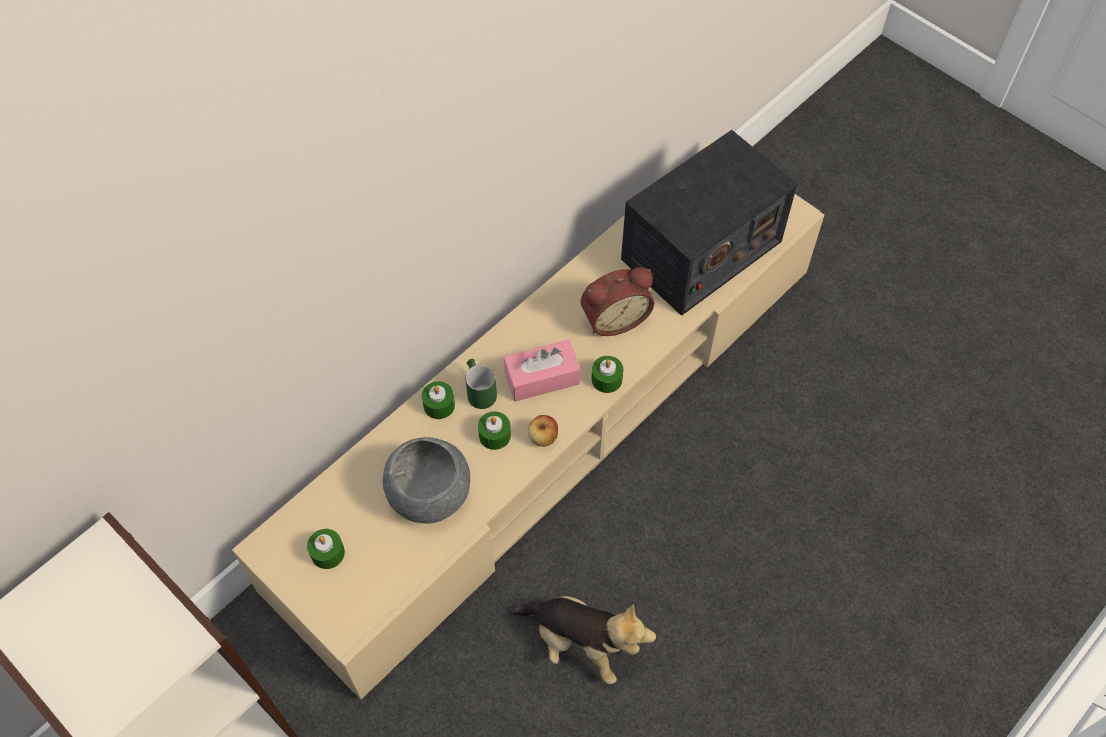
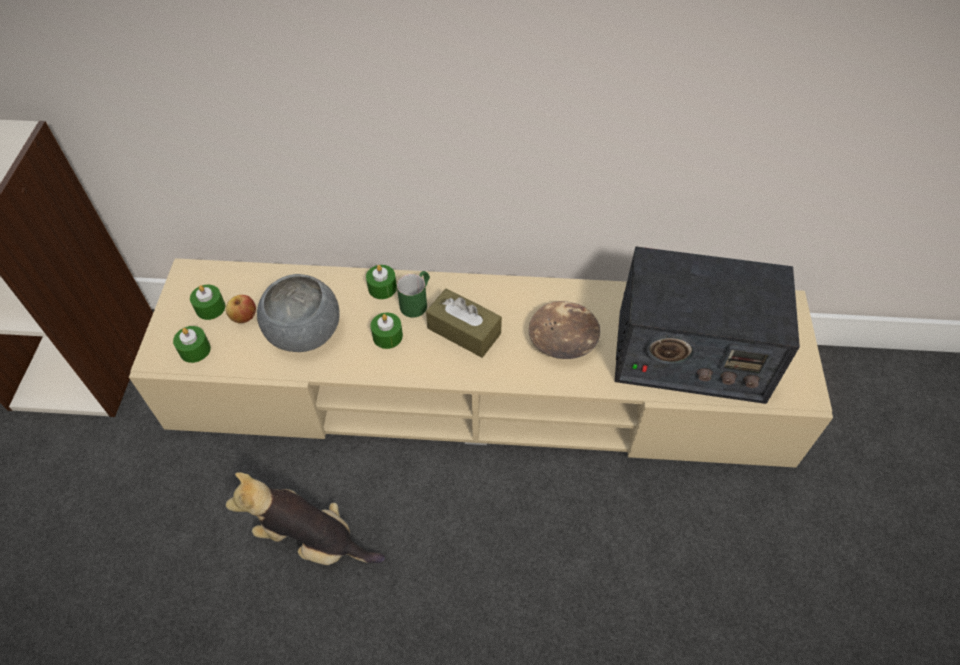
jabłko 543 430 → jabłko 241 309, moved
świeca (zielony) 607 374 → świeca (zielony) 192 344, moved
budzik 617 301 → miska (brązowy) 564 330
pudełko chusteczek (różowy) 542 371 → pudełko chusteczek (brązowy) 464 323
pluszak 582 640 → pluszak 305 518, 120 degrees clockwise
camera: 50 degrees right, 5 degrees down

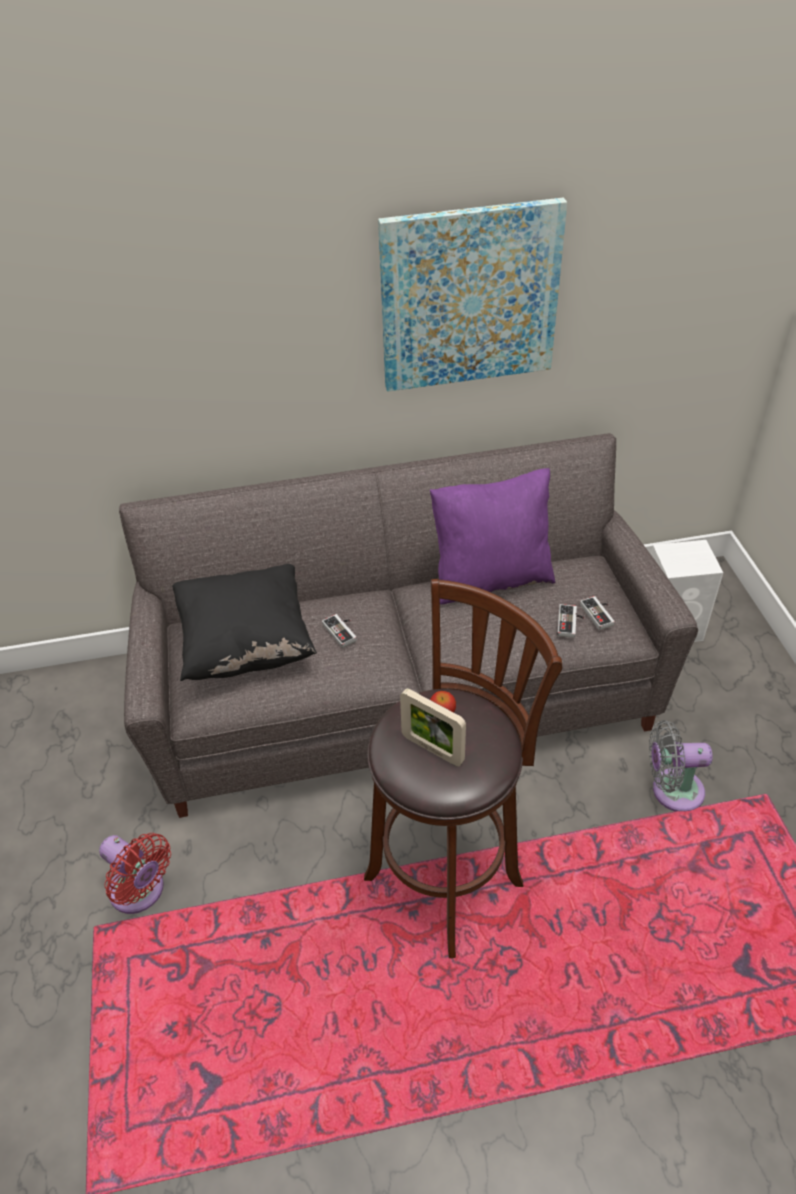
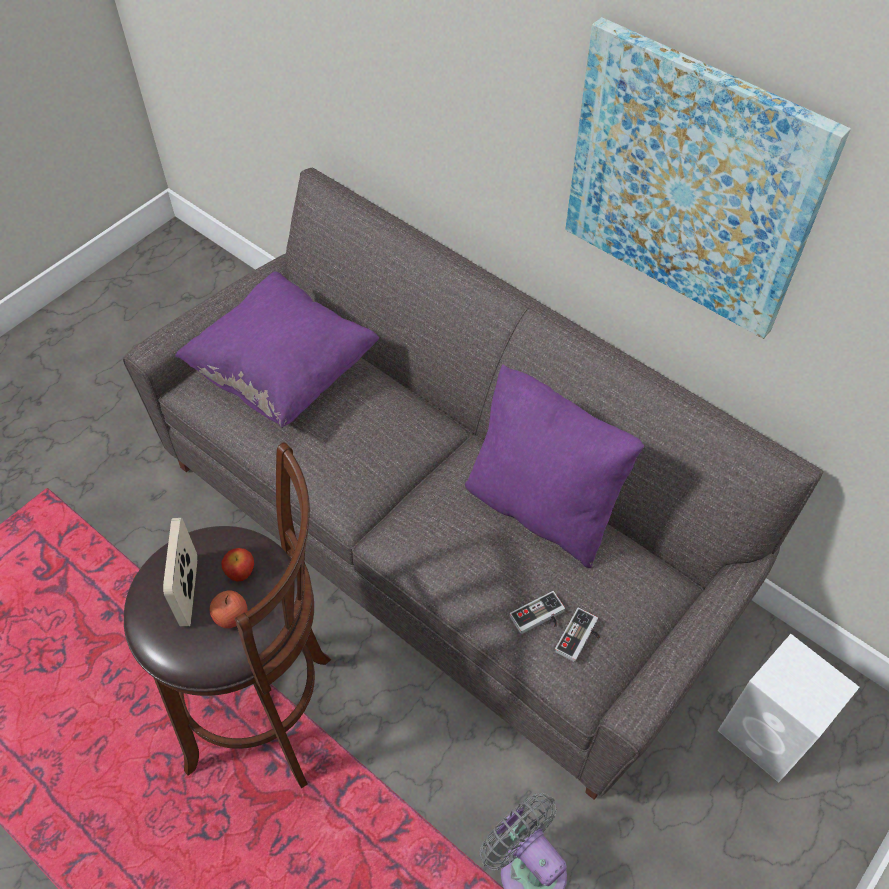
wentylator (czerwony) 135 873 → -
pad do gier 339 631 → -
- → jabłko 228 609
poduszka (czarny) 244 622 → poduszka (fioletowy) 277 350
camera: 50 degrees right, 10 degrees up

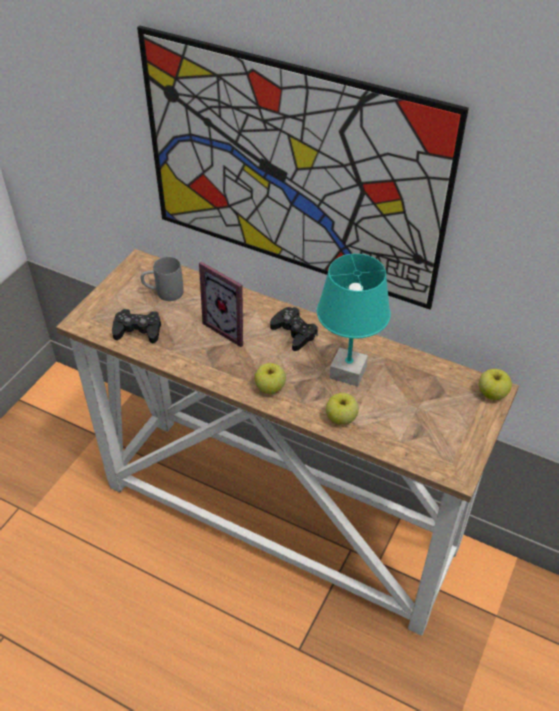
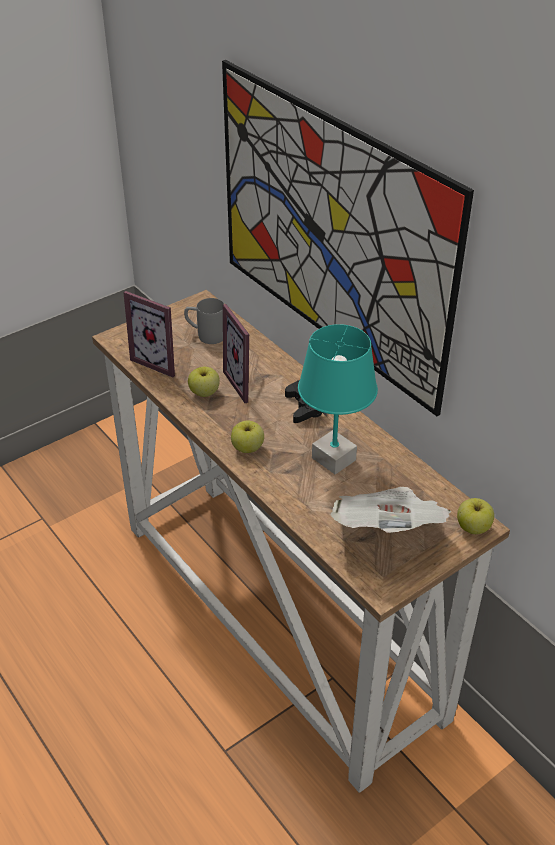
- → gazeta 391 510
jabłko 342 409 → jabłko 204 382, moved
pad do gier (czarny) 136 326 → ramka na zdjęcie 149 334
camera: 25 degrees right, 5 degrees down

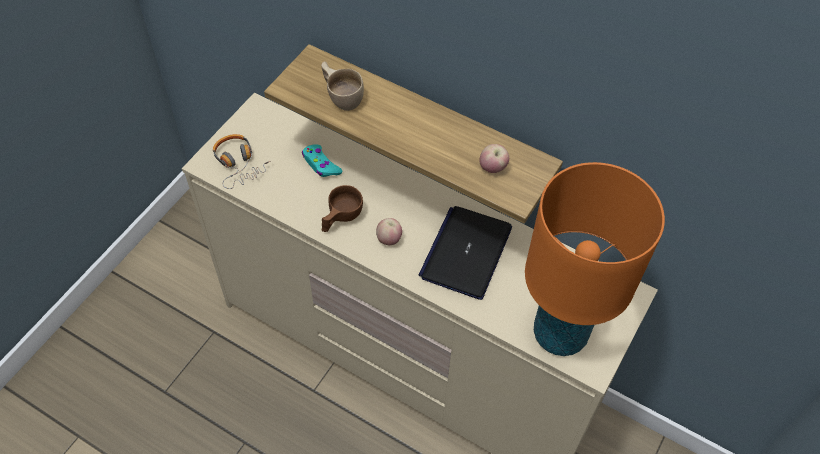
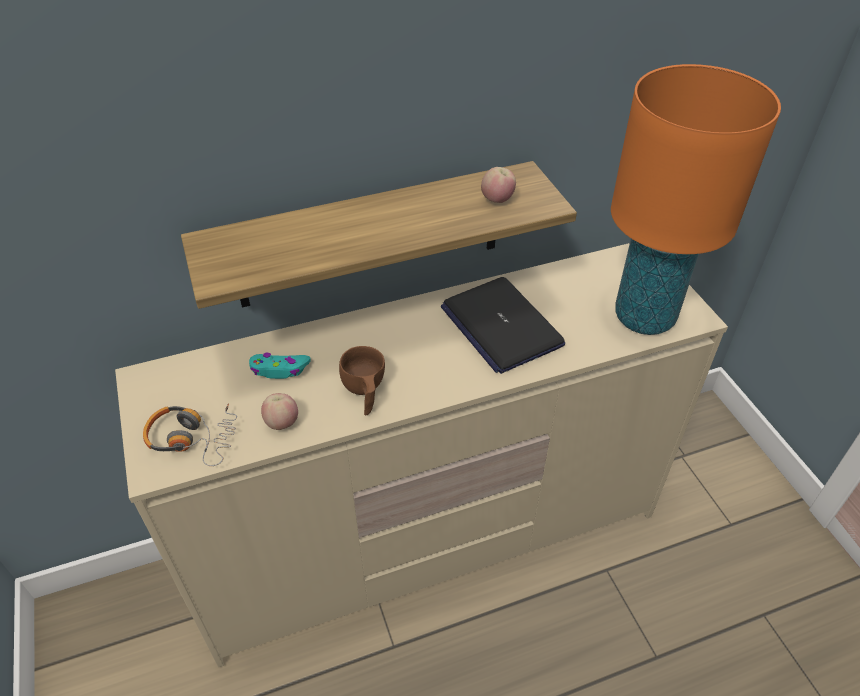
filiżanka (beżowy) 342 86 → -
jabłko 389 232 → jabłko 279 411, moved
camera: 50 degrees left, 10 degrees down

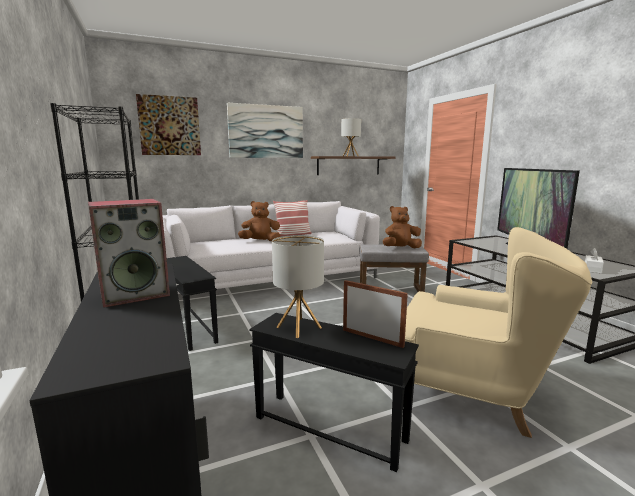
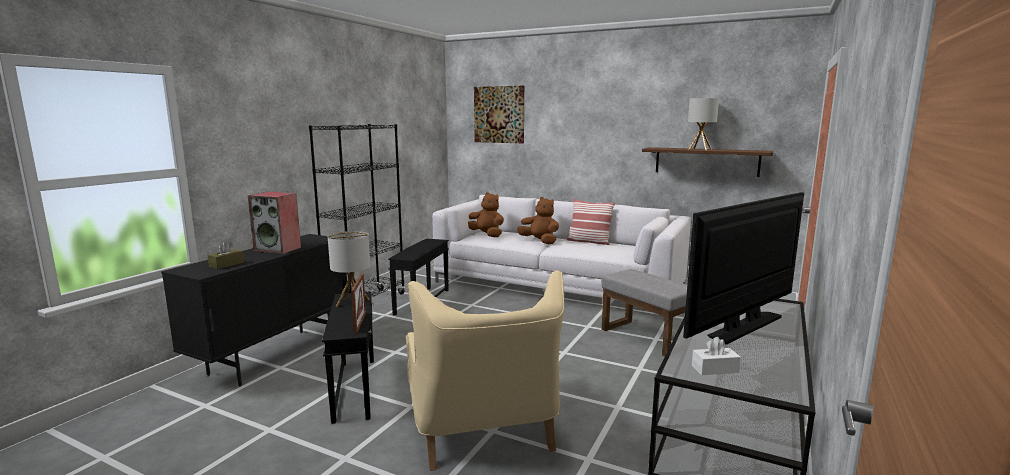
obraz 265 130 → -
- → pudełko chusteczek (brązowy) 225 255
pluszak (brązowy) 402 227 → pluszak (brązowy) 486 215, moved
camera: 50 degrees right, 0 degrees up

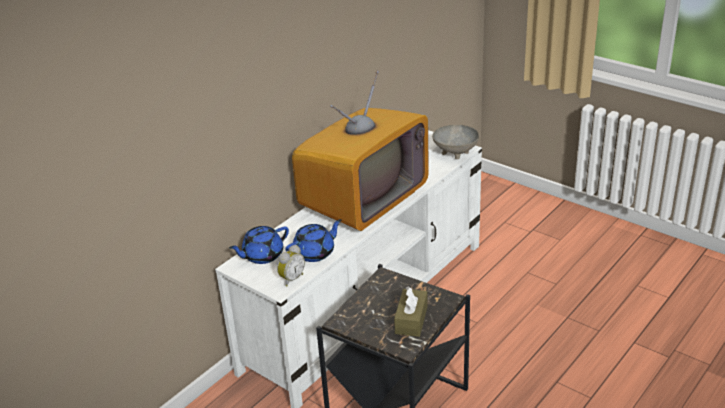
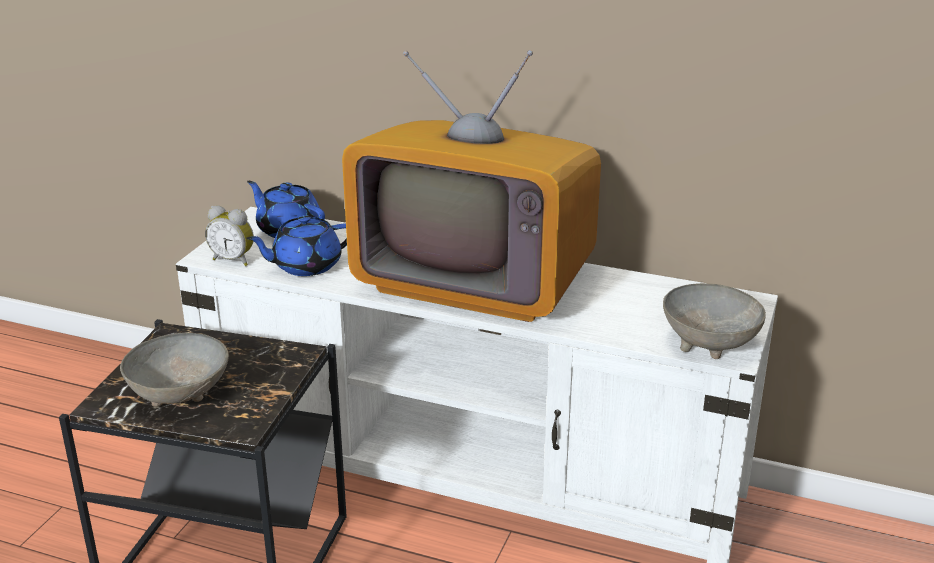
pudełko chusteczek (brązowy) 411 312 → miska (szary) 174 370
imbryk (niebieski) 313 240 → imbryk (niebieski) 296 245, 120 degrees clockwise
camera: 70 degrees right, 5 degrees down

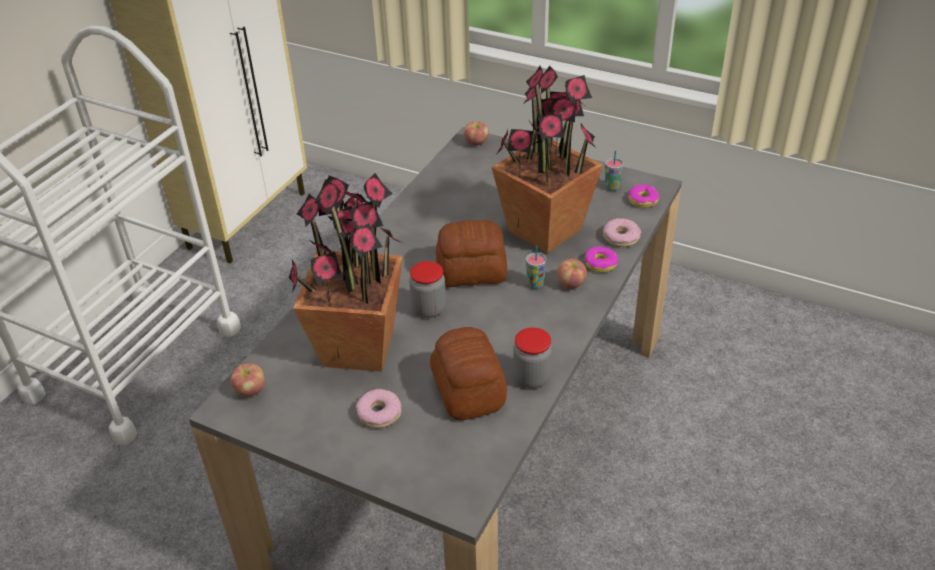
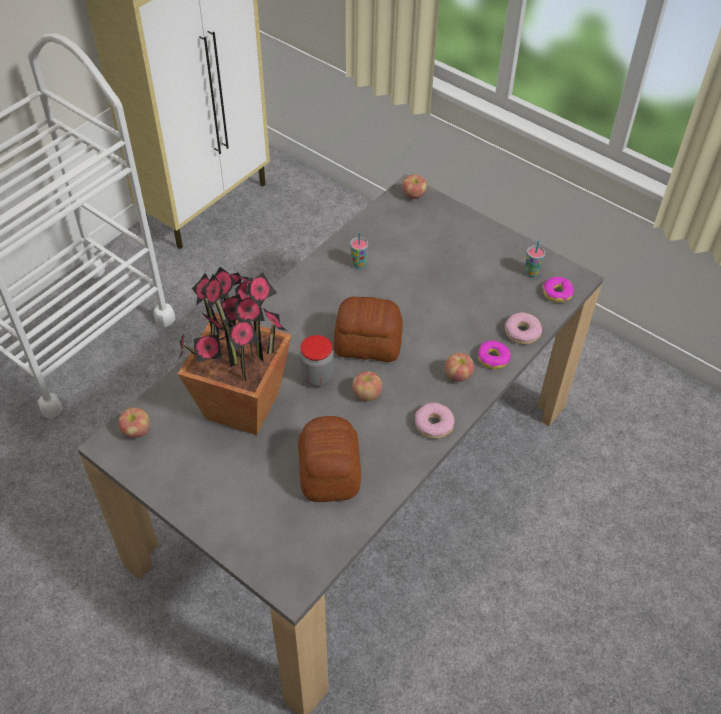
roślina doniczkowa 547 159 → -
słoik 532 358 → -
- → jabłko 367 386
donut 379 408 → donut 435 420, moved
filiżanka 536 267 → filiżanka 359 250, moved
camera: 10 degrees right, 10 degrees up

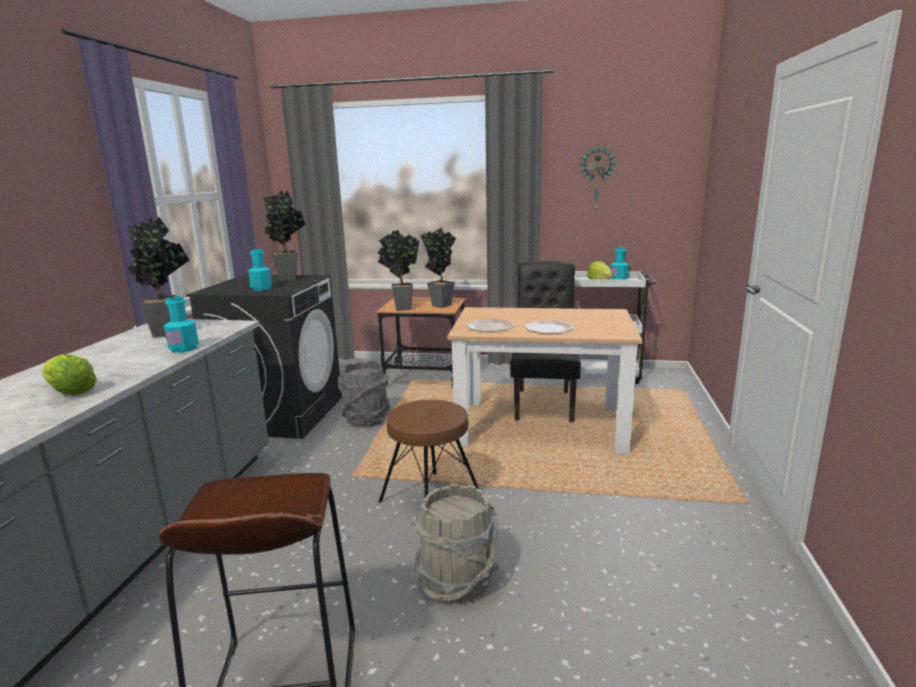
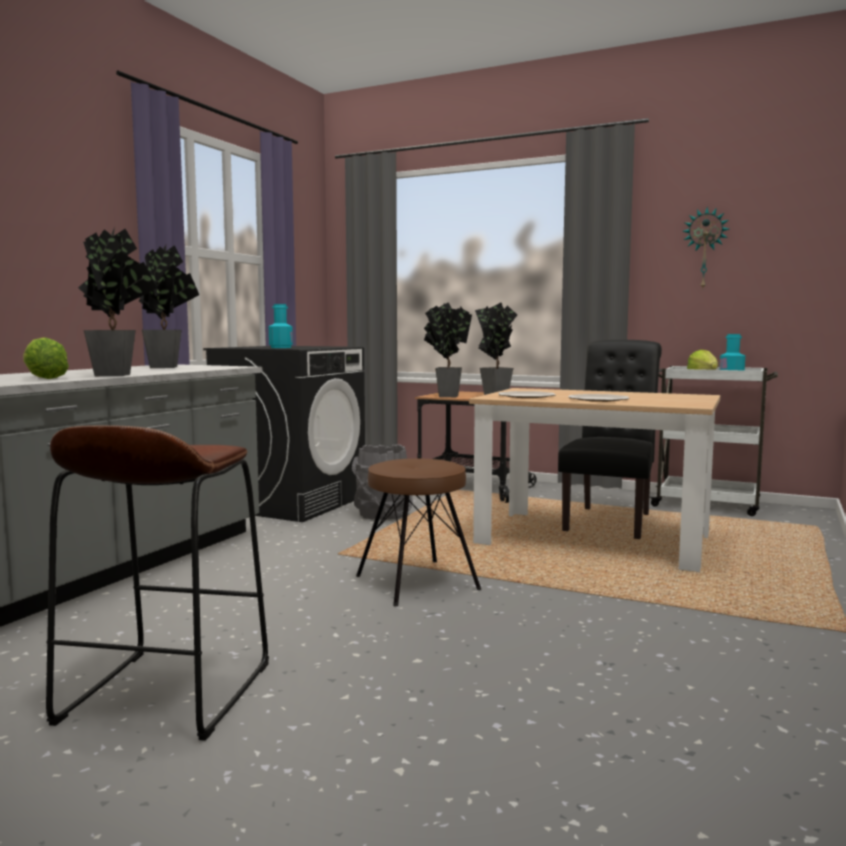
butelka (turkusowy) 181 324 → -
wiadro (szary) 455 544 → -
roślina doniczkowa 284 235 → roślina doniczkowa 117 301, moved
camera: 15 degrees right, 10 degrees down

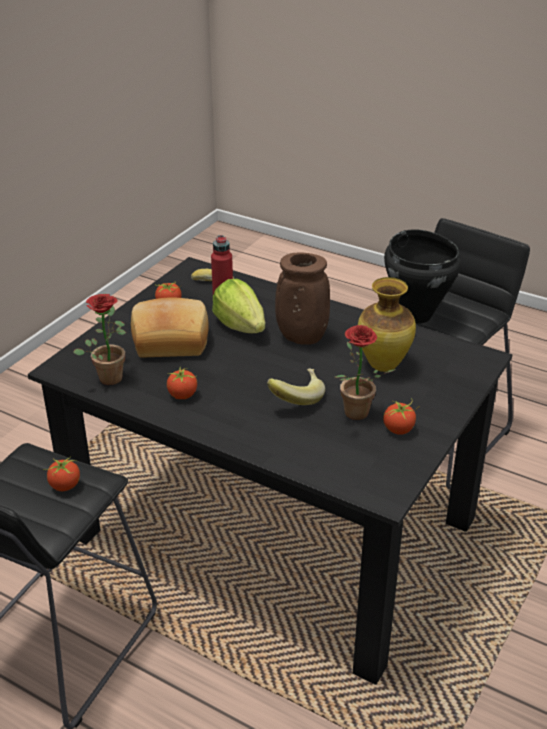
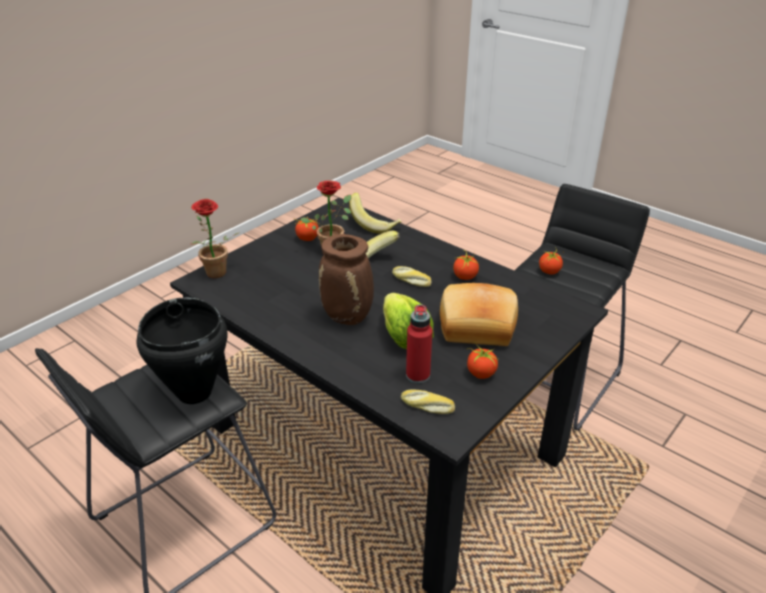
wazon 387 324 → -
- → banan 375 213
- → chleb 411 276
roślina doniczkowa 99 339 → roślina doniczkowa 215 238, moved
camera: 170 degrees left, 0 degrees up

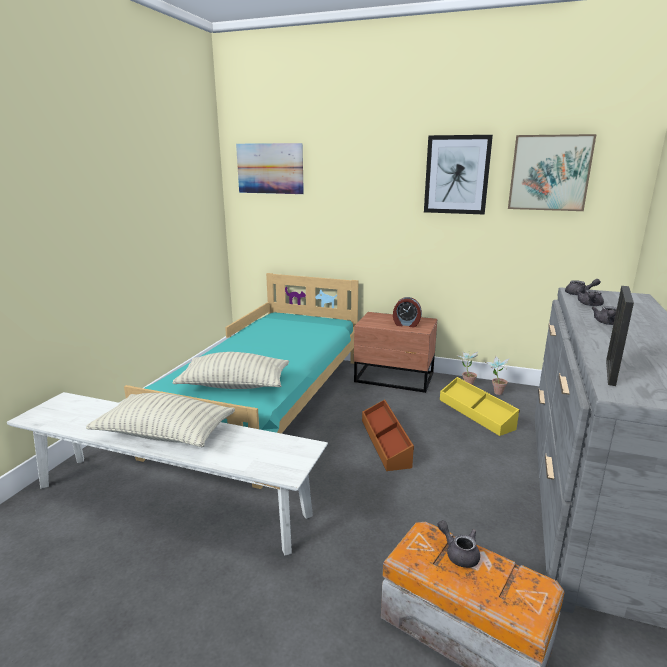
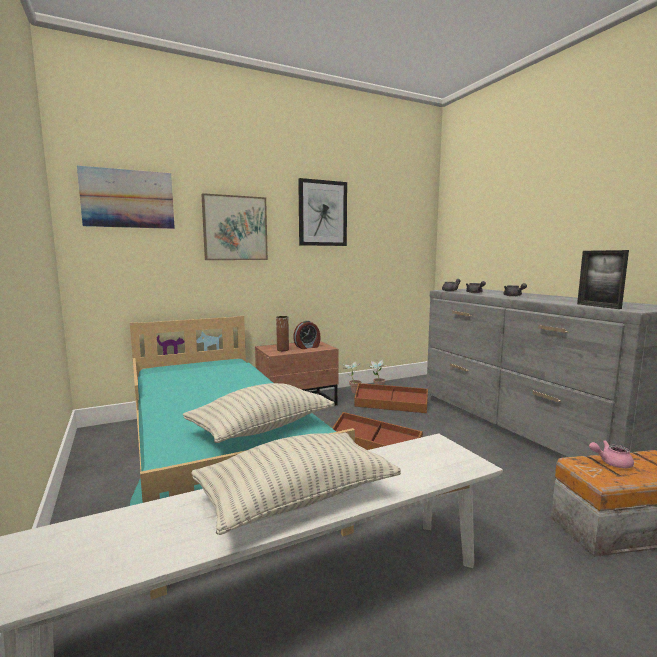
- → wazon (brązowy) 282 333
obraz 552 172 → obraz 234 226, moved
imbryk (szary) 458 544 → imbryk (różowy) 611 454
pojemnik do przechowywania (żółty) 480 406 → pojemnik do przechowywania (brązowy) 391 398
camera: 45 degrees left, 10 degrees down

